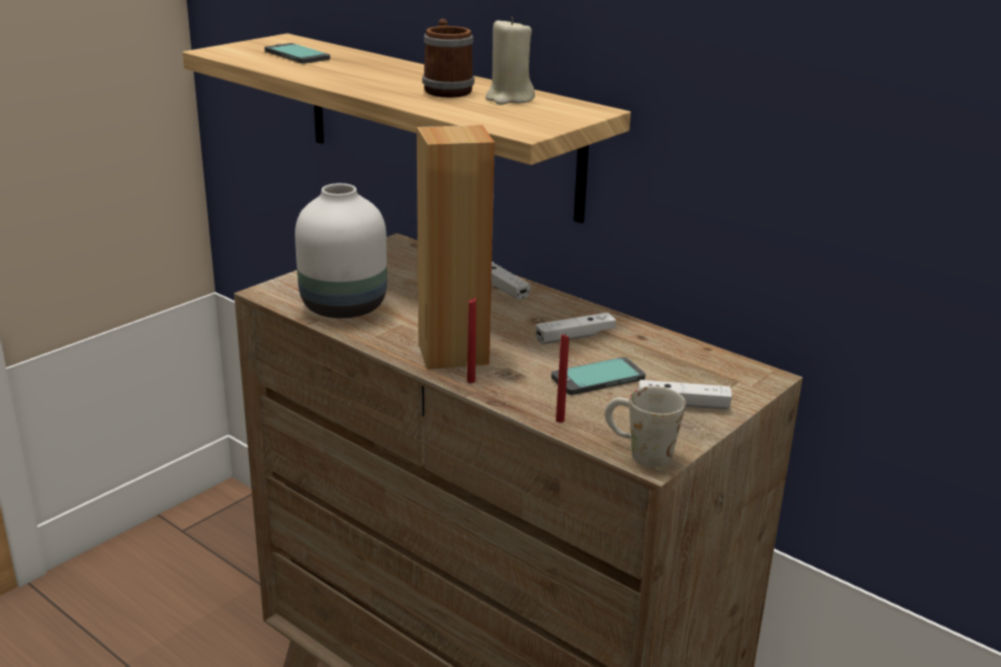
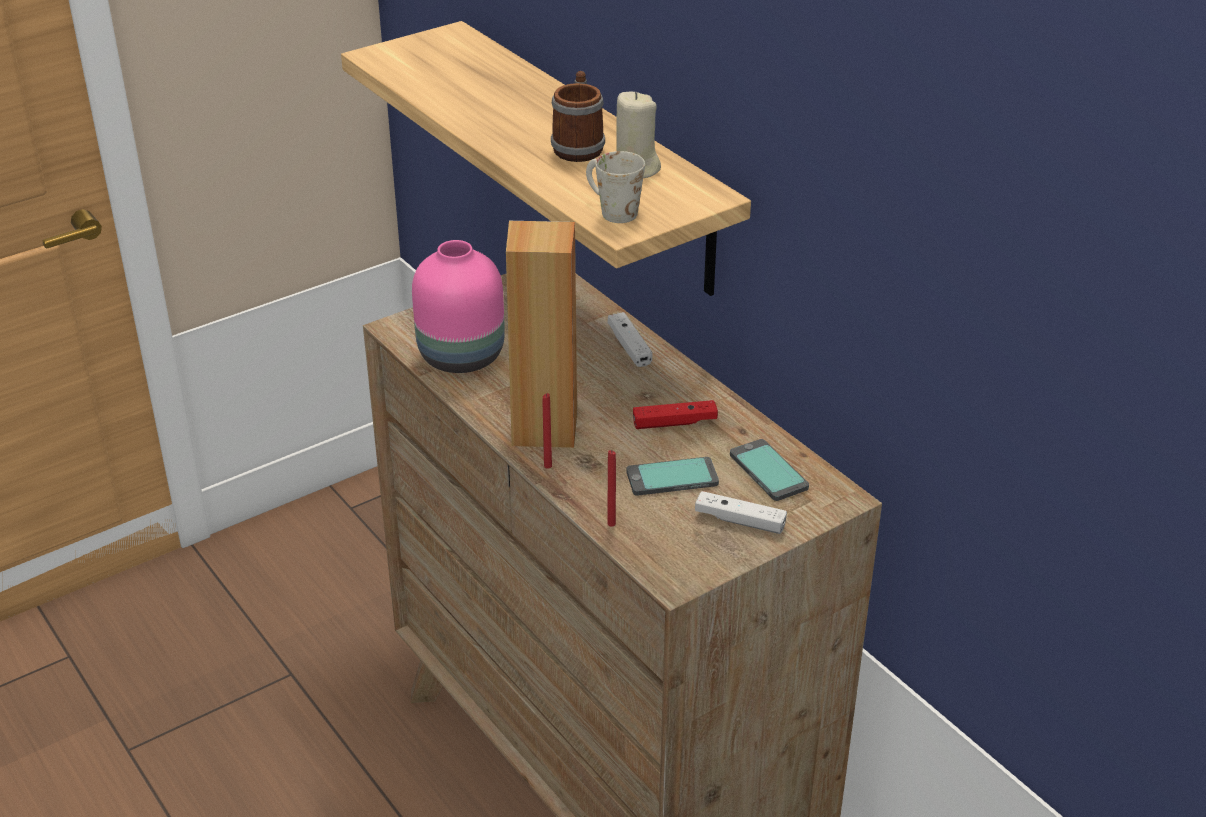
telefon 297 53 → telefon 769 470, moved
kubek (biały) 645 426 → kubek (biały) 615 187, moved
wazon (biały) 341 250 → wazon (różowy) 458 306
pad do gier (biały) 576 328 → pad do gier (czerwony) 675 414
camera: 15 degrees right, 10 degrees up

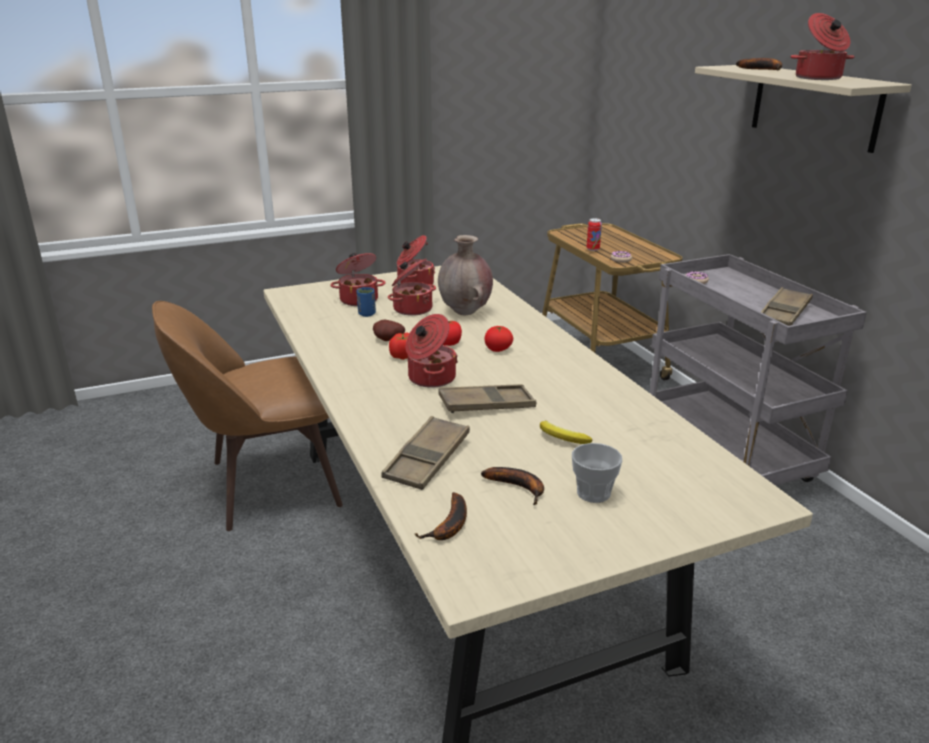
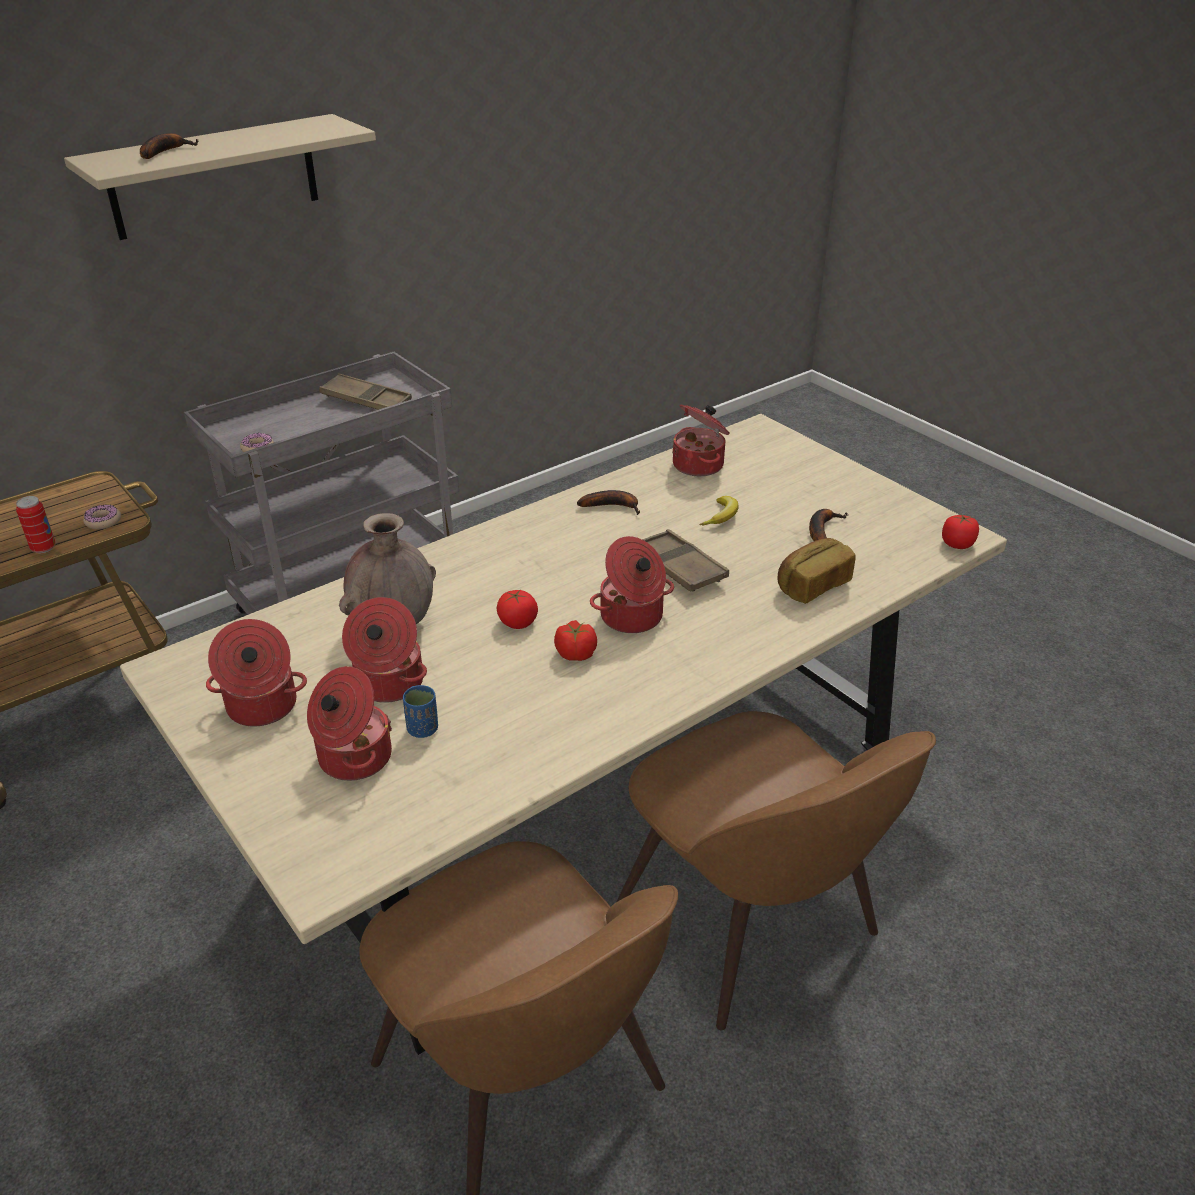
ziemniak 389 330 → -
filiżanka 597 473 → -
- → krzesło (brązowy) 776 870
banan 440 516 → banan 608 502, moved
pomidor 498 339 → pomidor 960 531, moved
garnek 822 46 → garnek 701 440, moved
taca (brązowy) 426 453 → chleb 816 571
camera: 105 degrees left, 10 degrees up

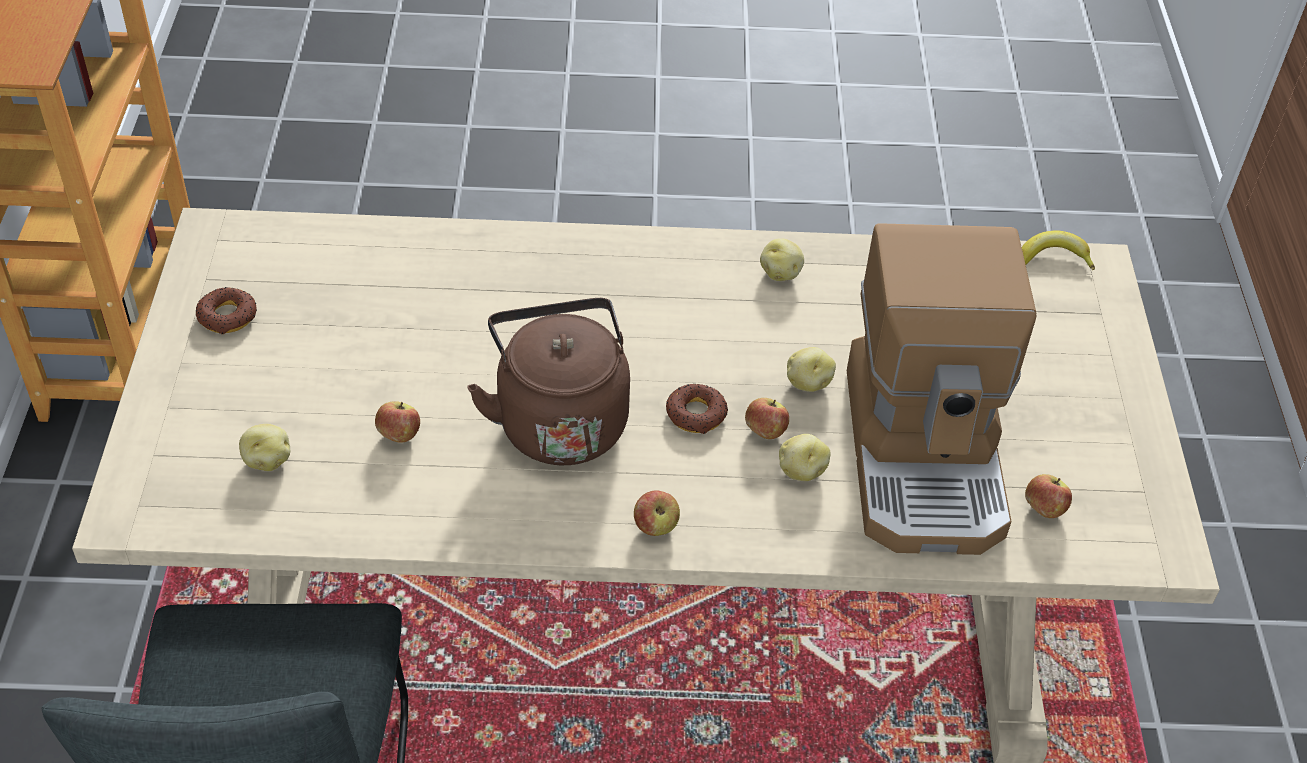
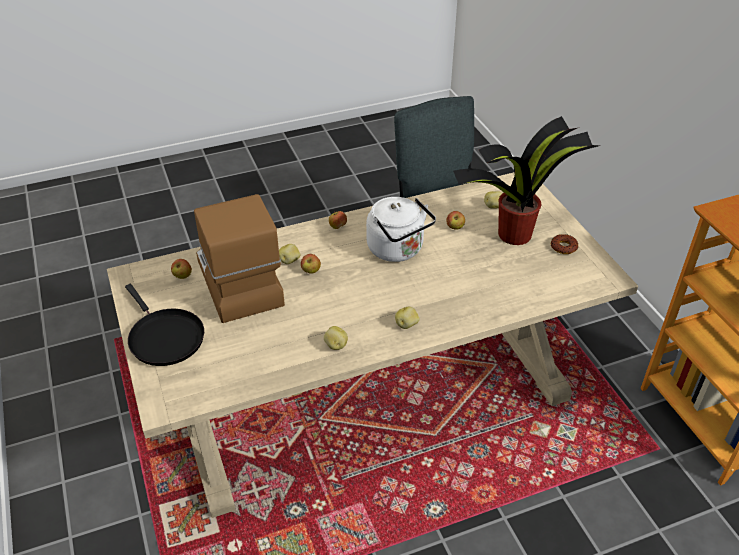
donut 697 409 → -
banan 1058 250 → -
- → patelnia (czarny) 164 325
- → roślina doniczkowa 526 180
ziemniak 811 369 → ziemniak 407 318, moved
czajnik (brązowy) 548 381 → czajnik (biały) 401 229
camera: 160 degrees right, 5 degrees down

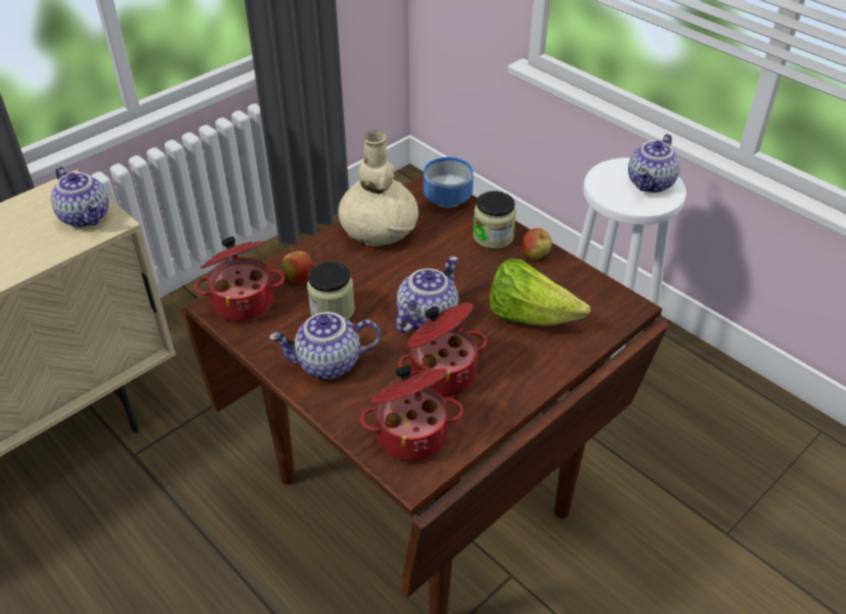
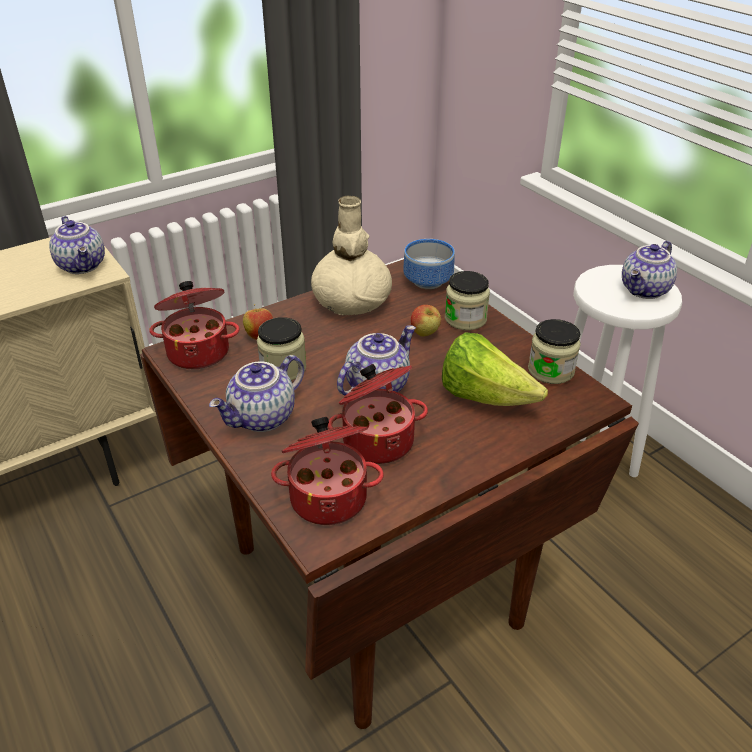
- → słoik 554 351
jabłko 537 243 → jabłko 426 321, moved
imbryk 325 345 → imbryk 256 393, 45 degrees counterclockwise
camera: 10 degrees right, 5 degrees down

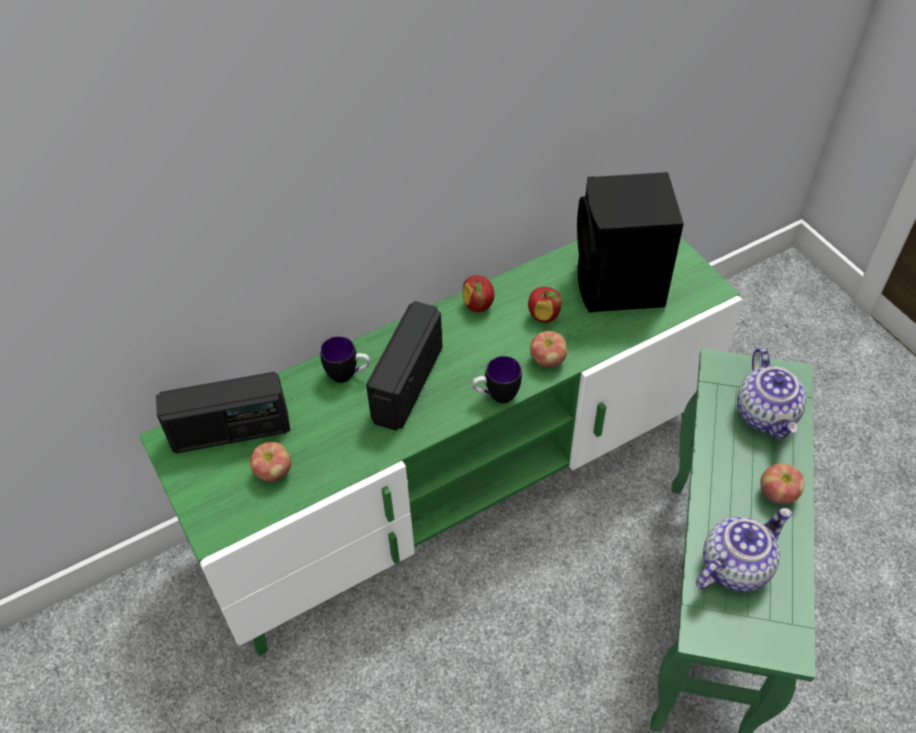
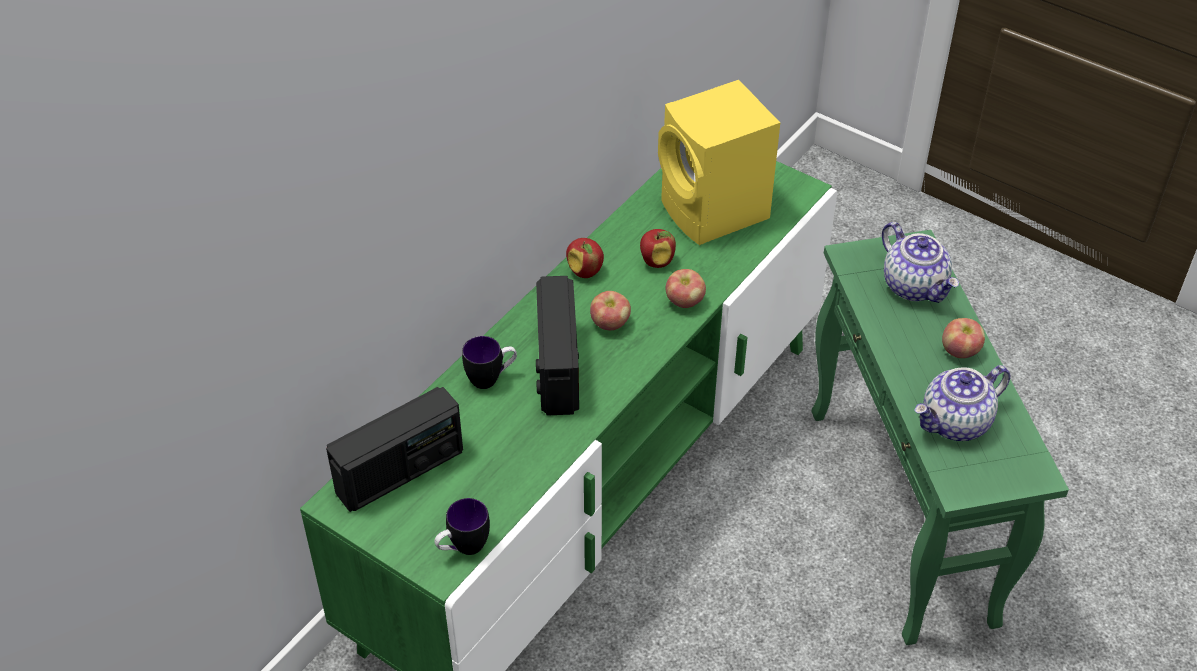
jabłko 270 462 → jabłko 610 310, moved
kubek 497 379 → kubek 462 526, moved
głośnik (czarny) 630 242 → głośnik (żółty) 719 162
imbryk 743 550 → imbryk 962 403, 150 degrees counterclockwise
camera: 25 degrees left, 5 degrees down

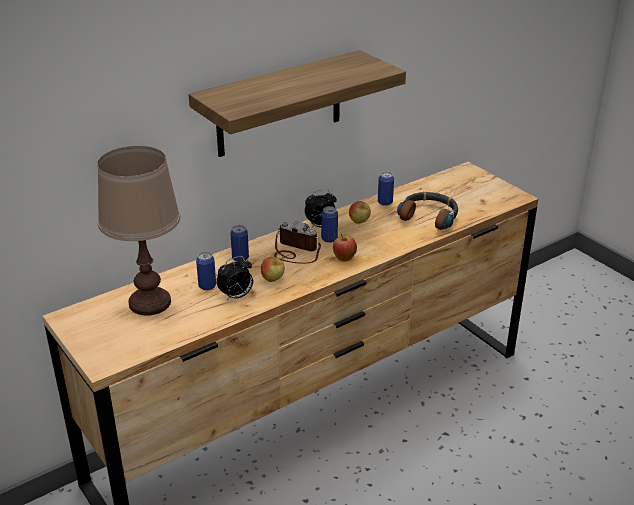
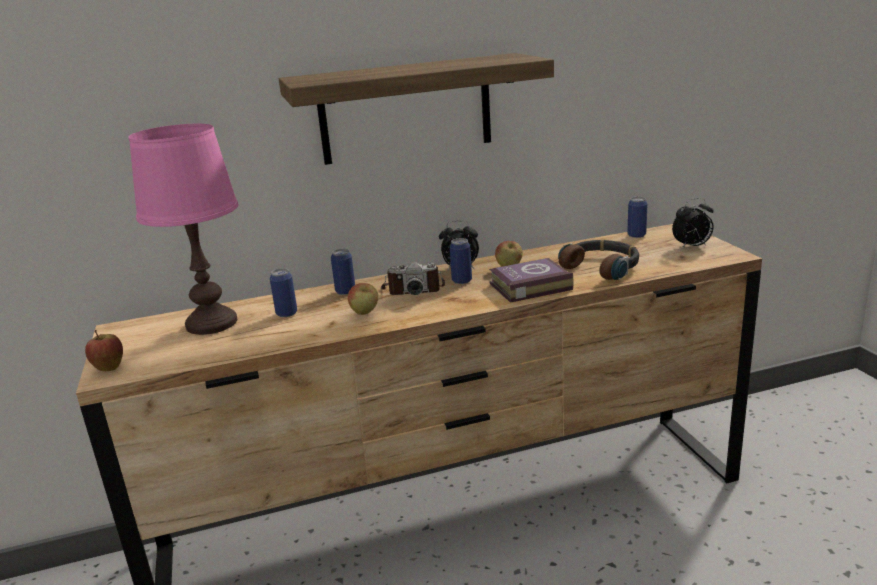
- → książka 531 280
budzik 235 278 → budzik 693 223, moved
jabłko 345 247 → jabłko 104 350, moved
puszka 386 188 → puszka 637 217, moved
lampa stołowa (brązowy) 138 231 → lampa stołowa (różowy) 183 229
aparat fotograficzny 297 242 → aparat fotograficzny 413 278, 135 degrees clockwise
camera: 20 degrees right, 10 degrees down

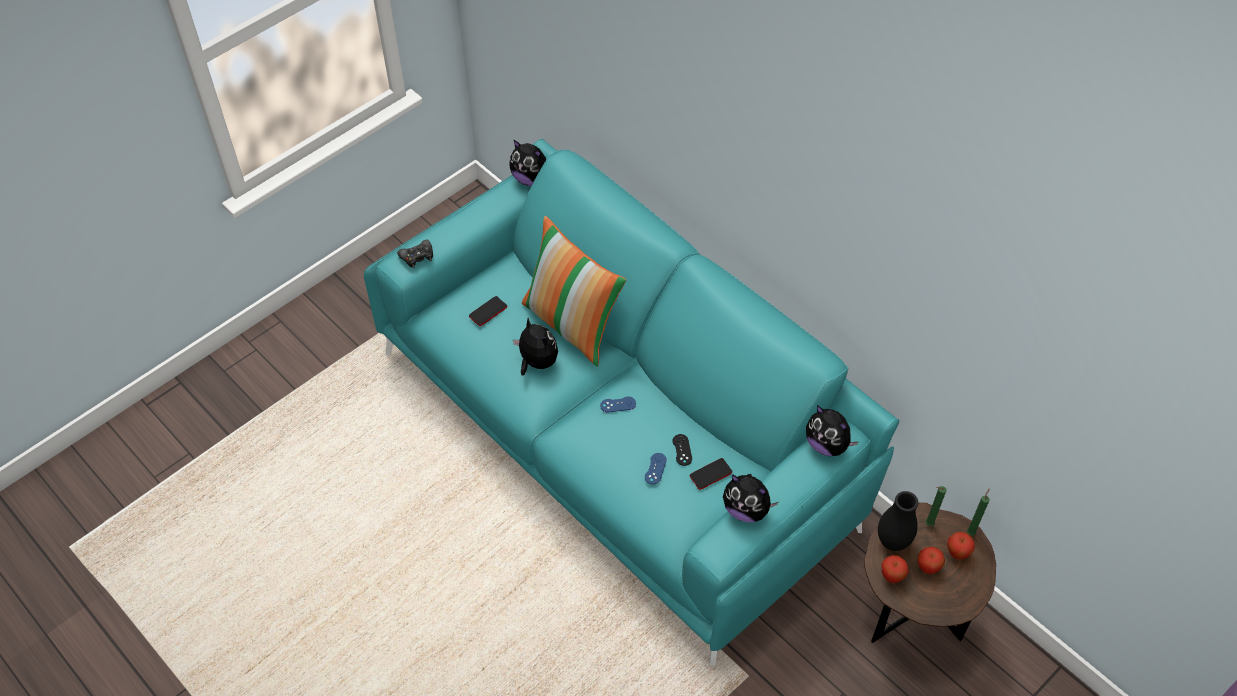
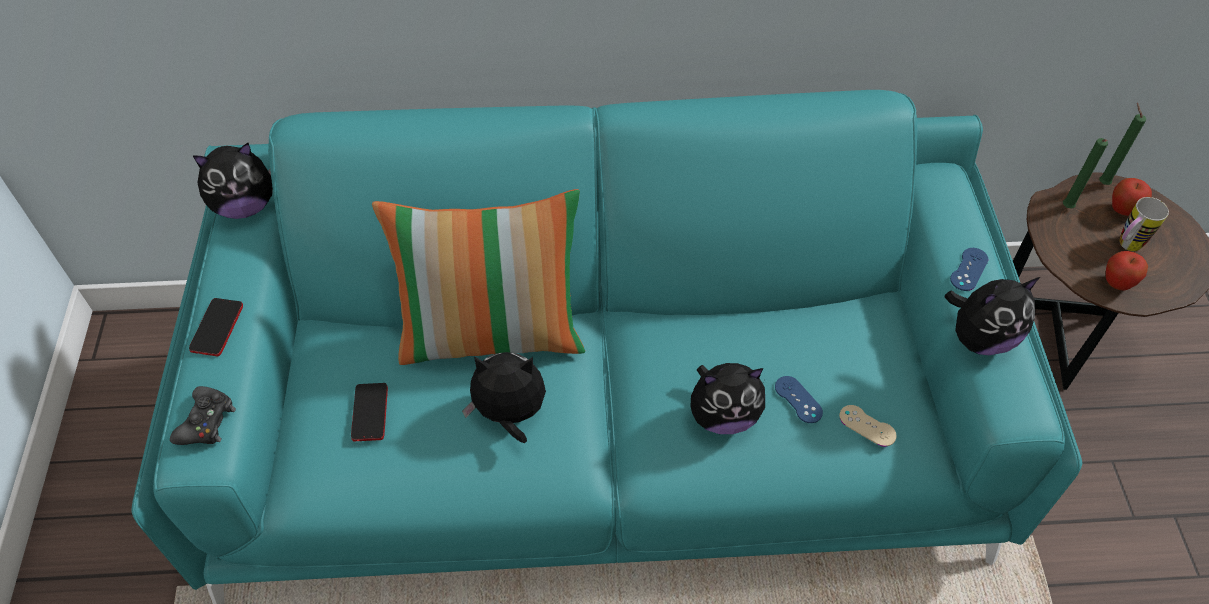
pad do gier (czarny) 682 450 → -
wazon (czarny) 898 521 → -
- → pad do gier (beżowy) 868 426
pad do gier (niebieski) 618 404 → pad do gier (niebieski) 969 269, moved
telefon 711 474 → telefon 216 327, moved
pluszak 832 430 → pluszak 727 398, moved
jabłko 931 560 → kubek 1144 224
camera: 50 degrees left, 0 degrees up

